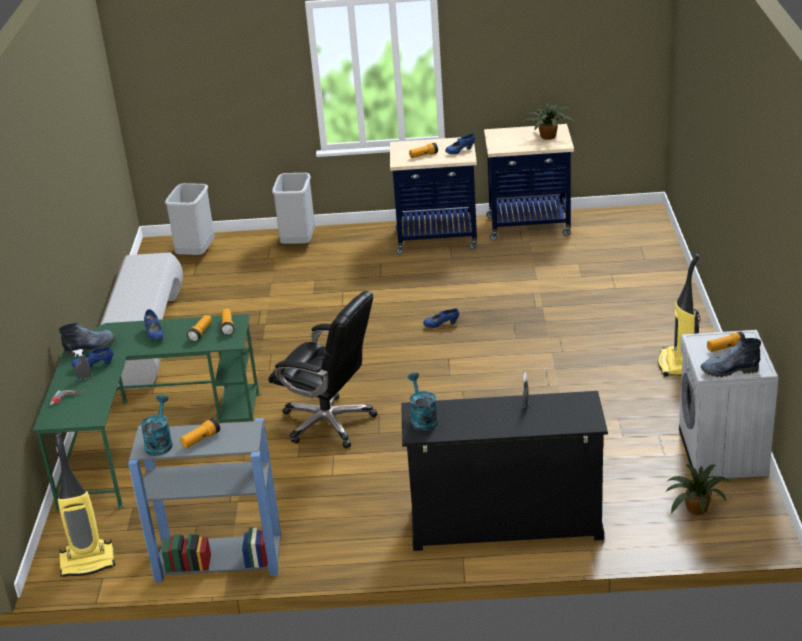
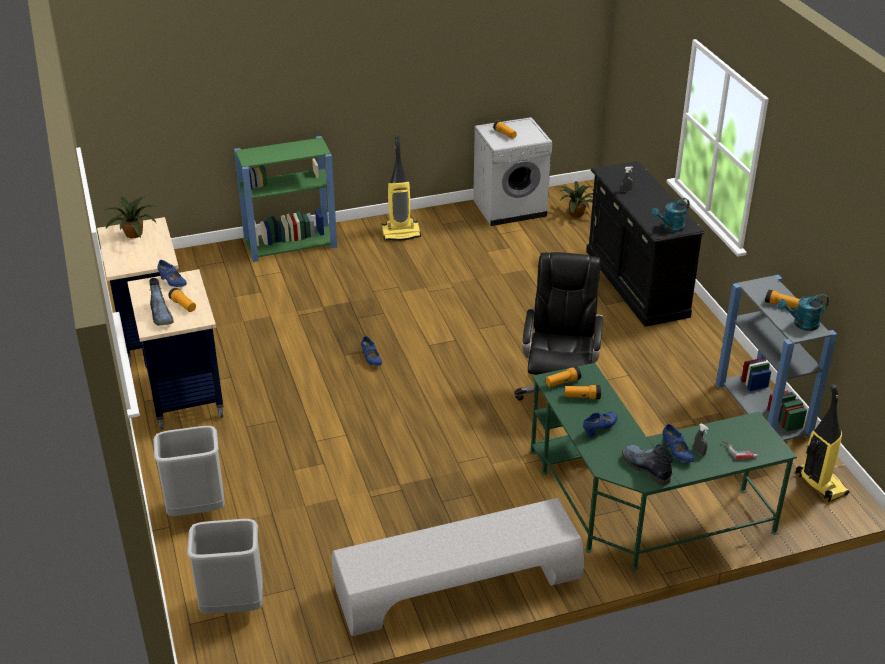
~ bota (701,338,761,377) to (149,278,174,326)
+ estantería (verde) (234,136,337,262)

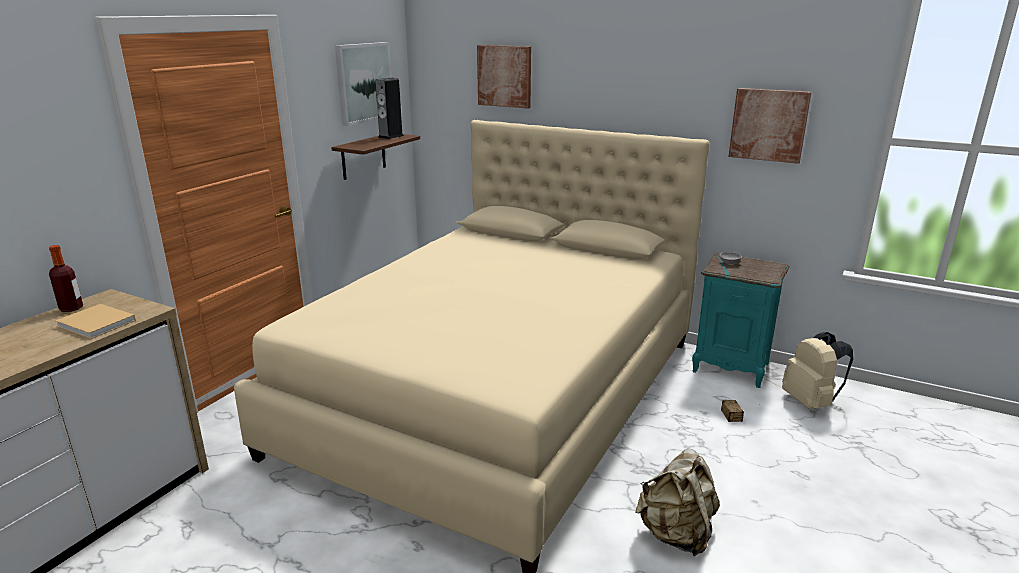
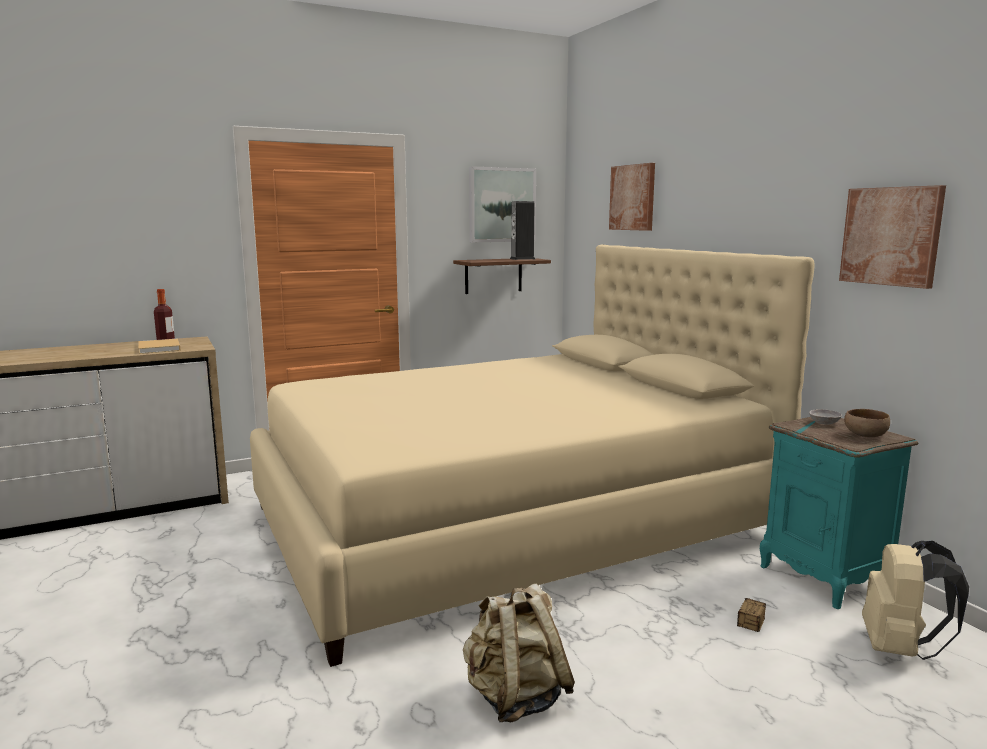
+ cuenco (marrón) (844,409,890,437)

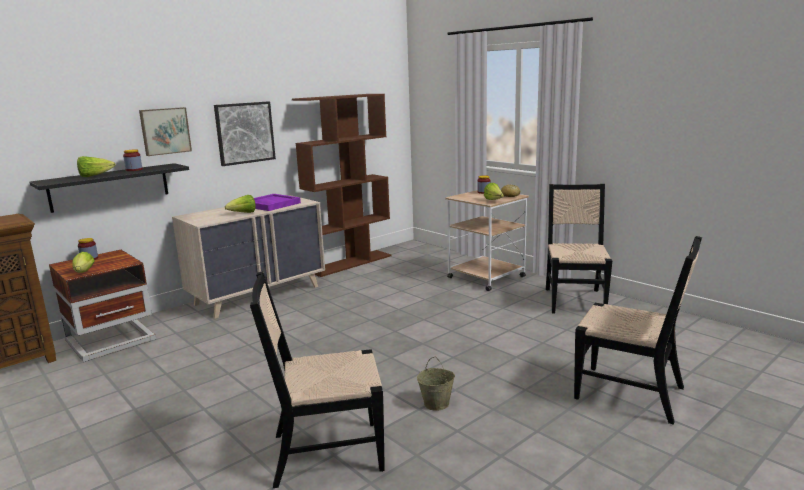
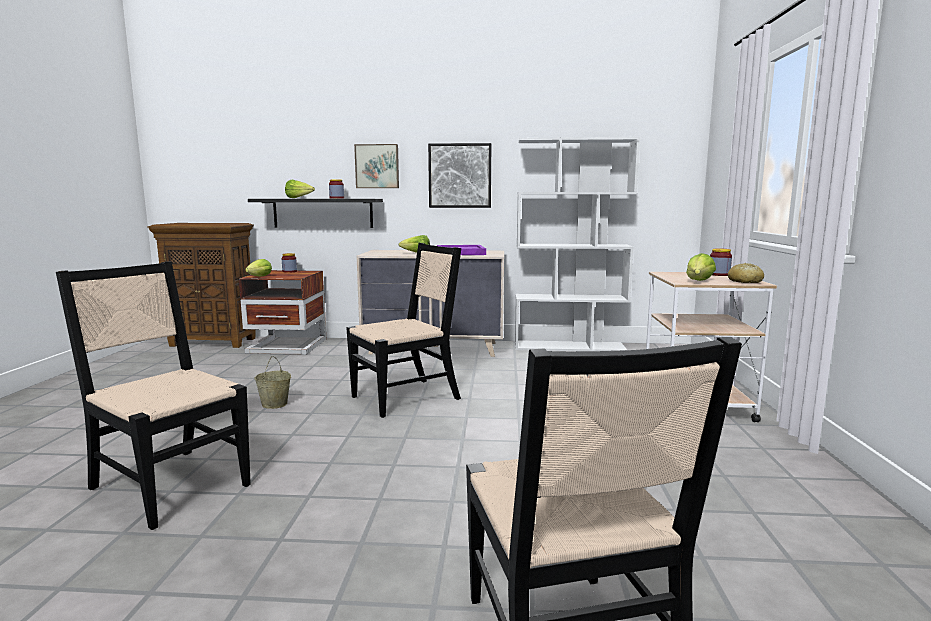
~ estantería (marrón) (292,94,392,277) to estantería (blanco) (515,137,640,351)
~ cubo (beis) (417,357,455,411) to (254,356,291,409)
~ silla (546,184,612,314) to (346,243,461,418)

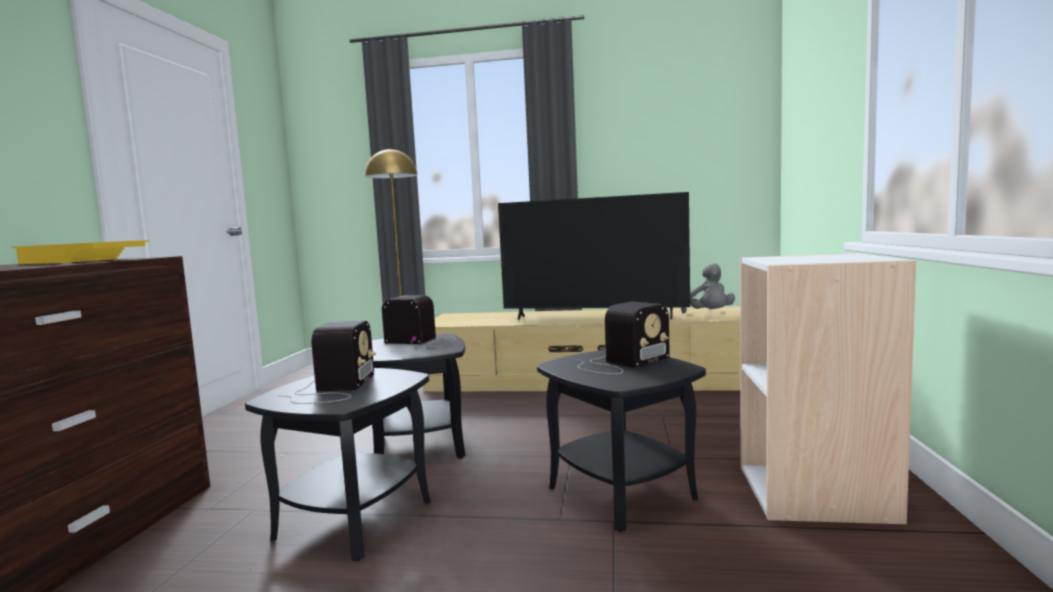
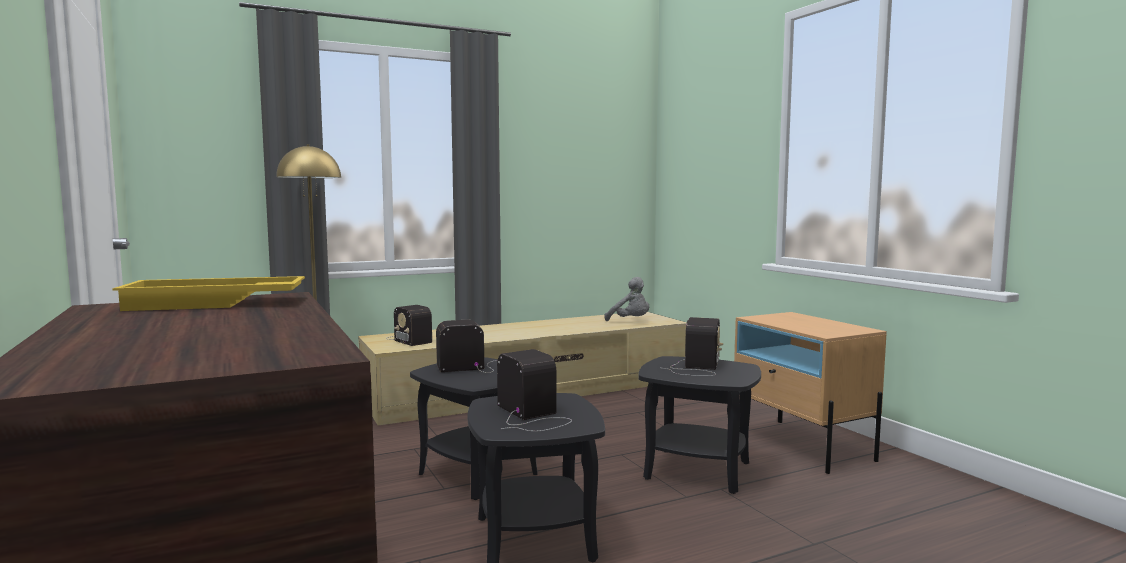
- televisor (498,192,690,320)
~ estantería (740,253,916,524) to mesita de noche (beis) (734,312,887,474)
+ radio (386,305,432,346)

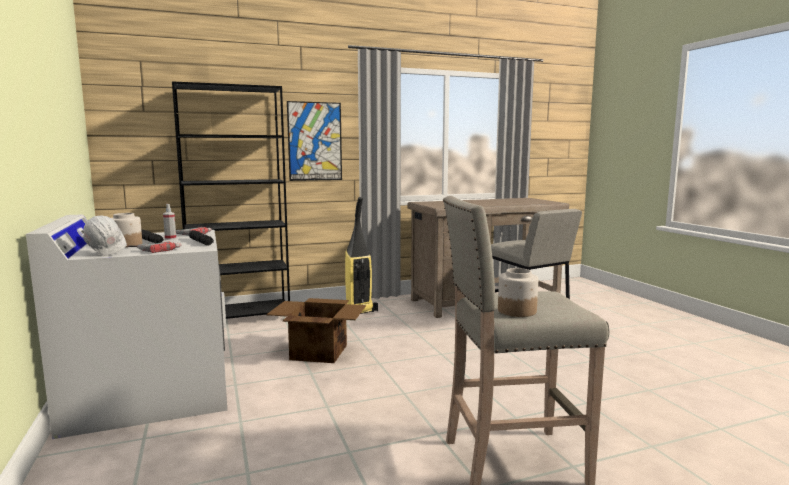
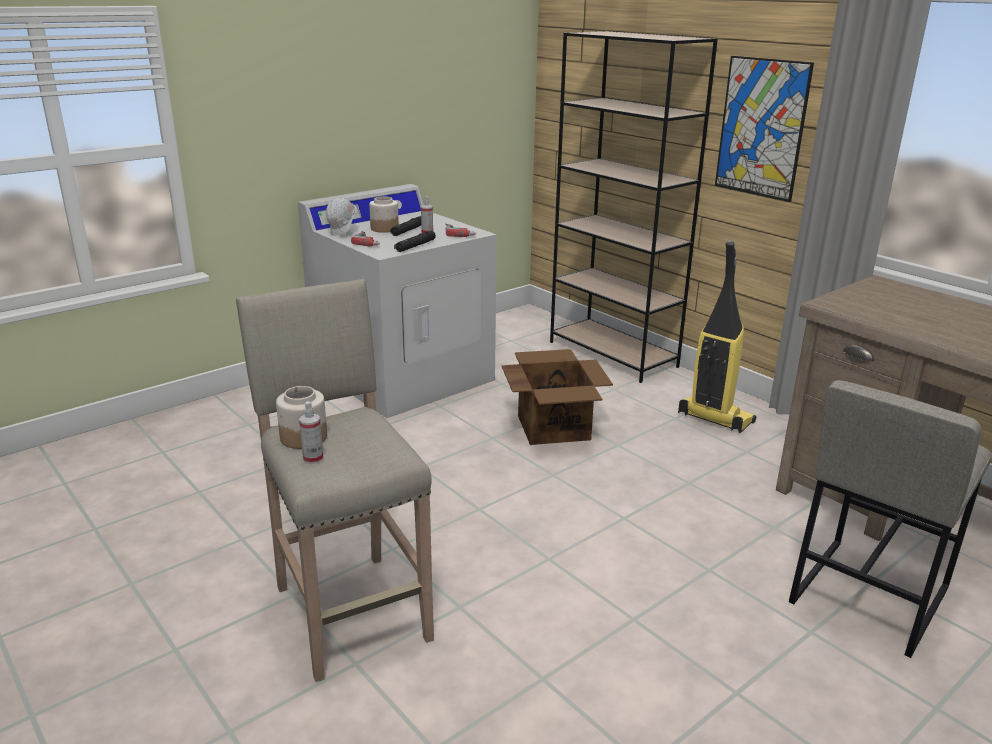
~ estantería (negro) (172,81,290,319) to estantería (beis) (550,31,718,383)
+ pulverizador (299,401,324,464)

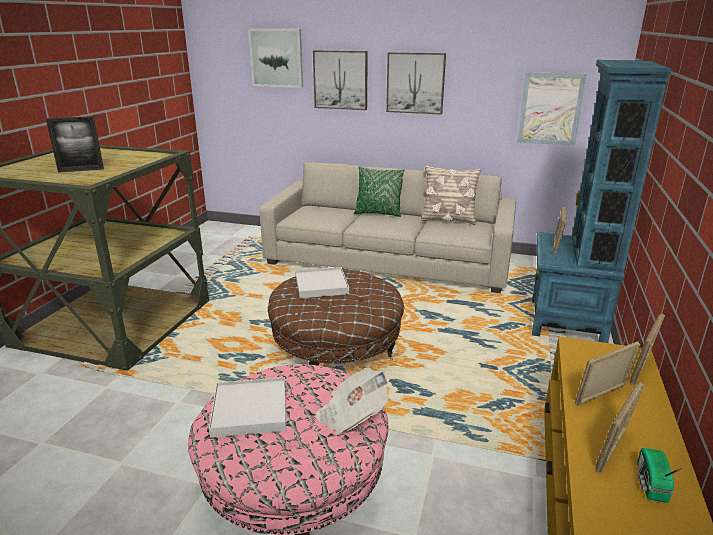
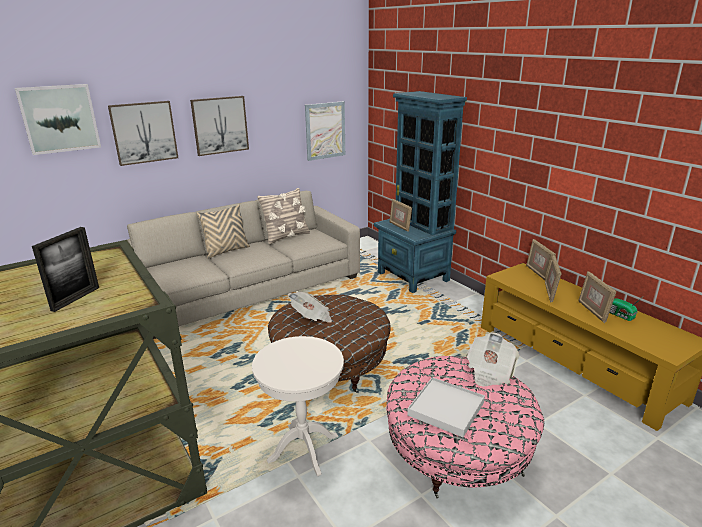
~ bandeja (blanco) (295,267,349,298) to periódico (288,292,332,323)
~ cojín (verde) (354,166,405,217) to cojín (beis) (197,204,250,259)
+ mesa auxiliar (blanco) (252,336,344,476)

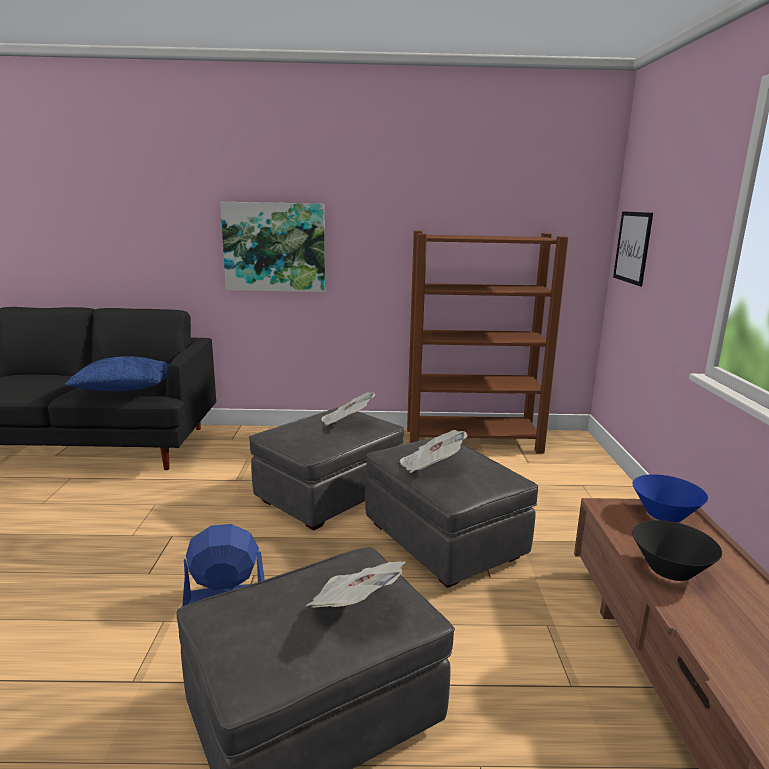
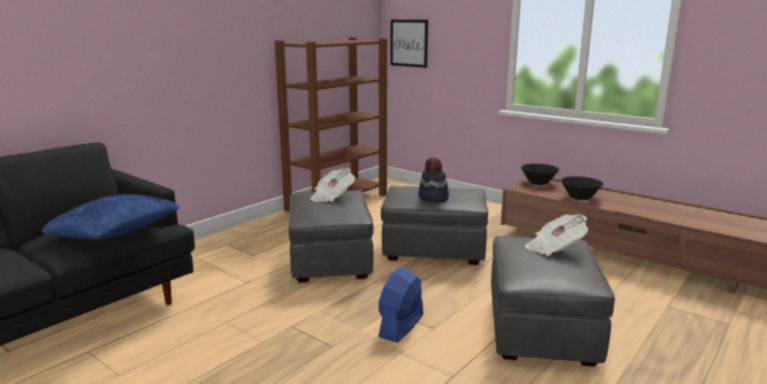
- cuadro (220,202,325,292)
~ periódico (399,430,467,473) to sombrero (418,157,449,203)
~ cuenco (azul) (632,474,708,522) to cuenco (negro) (521,164,559,185)

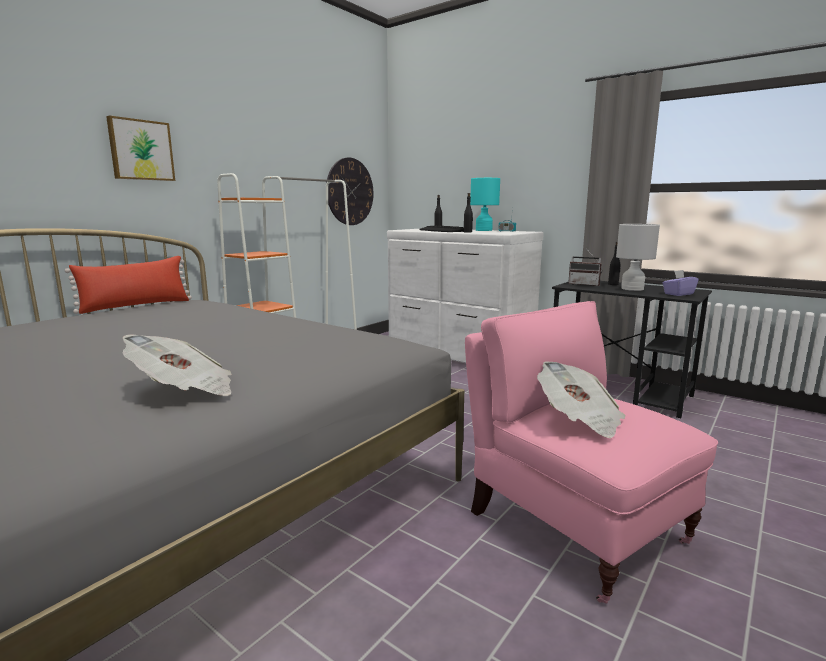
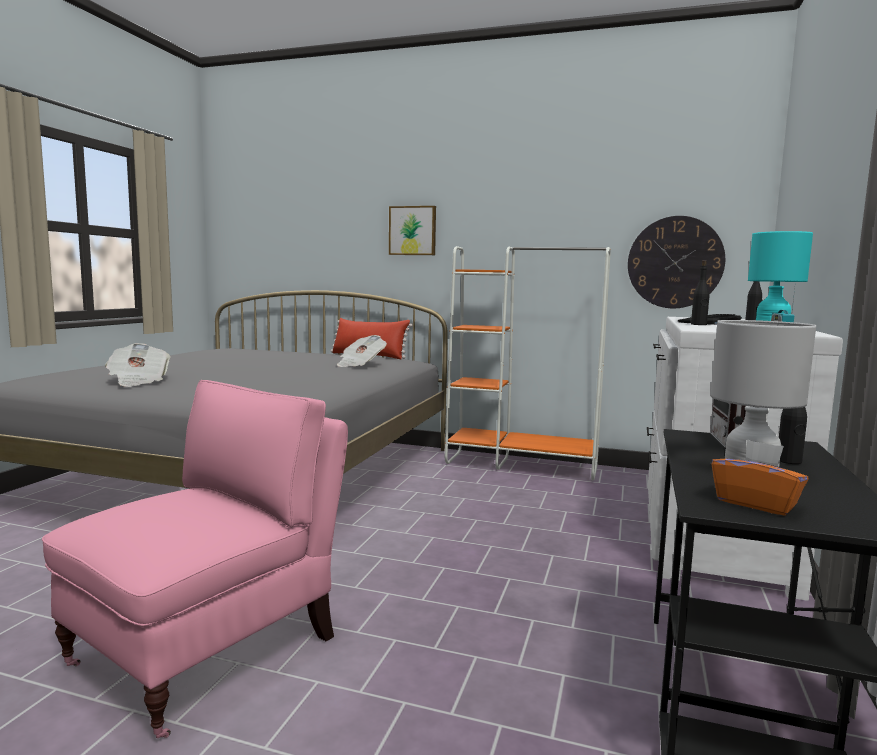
~ periódico (537,362,625,438) to (337,335,387,367)
~ caja de pañuelos (morado) (662,270,699,296) to caja de pañuelos (naranja) (712,439,808,516)

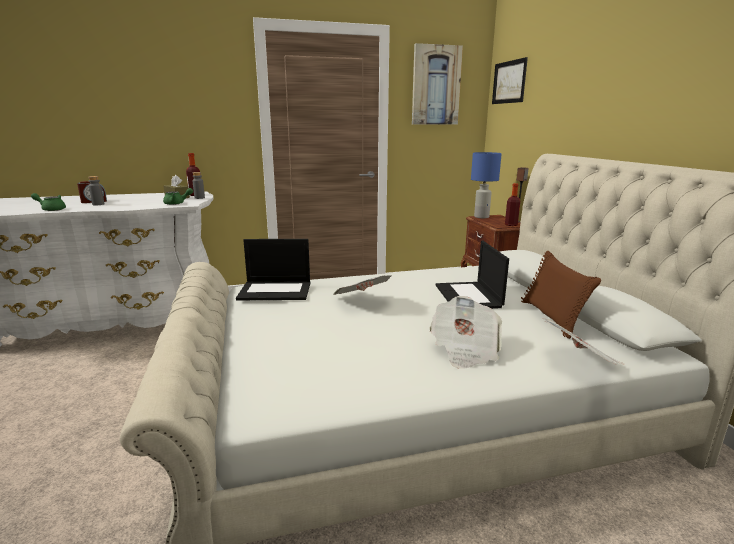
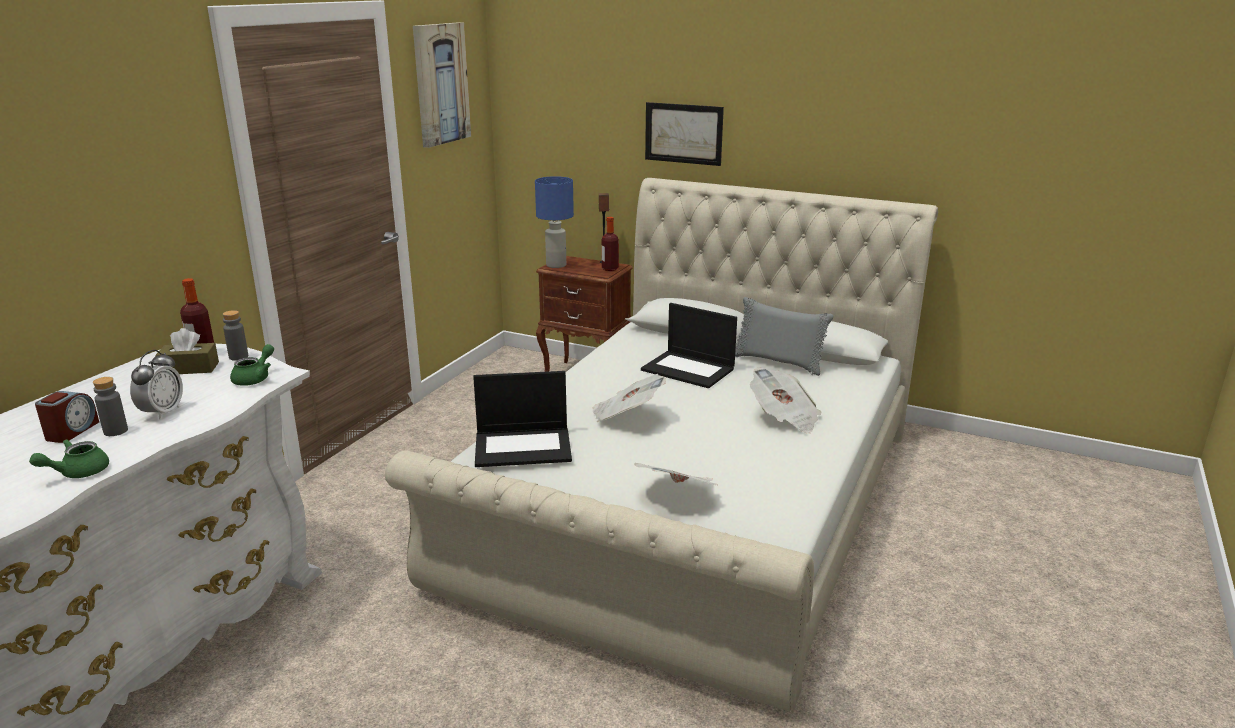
~ portátil (236,239,310,300) = (473,371,572,467) 45 degrees clockwise
~ cuadro (492,57,528,104) to (645,102,724,166)
~ cojín (marrón) (521,251,601,339) to cojín (gris) (735,297,833,376)
~ periódico (544,319,624,365) to (634,463,718,486)
+ despertador (130,350,183,419)

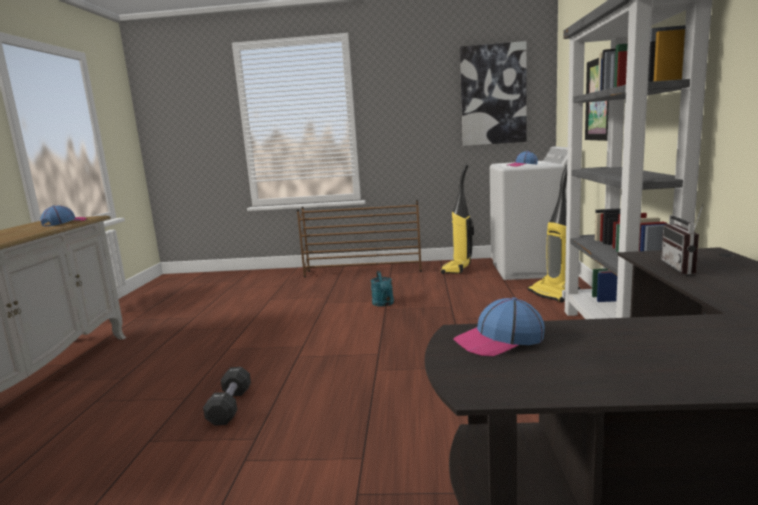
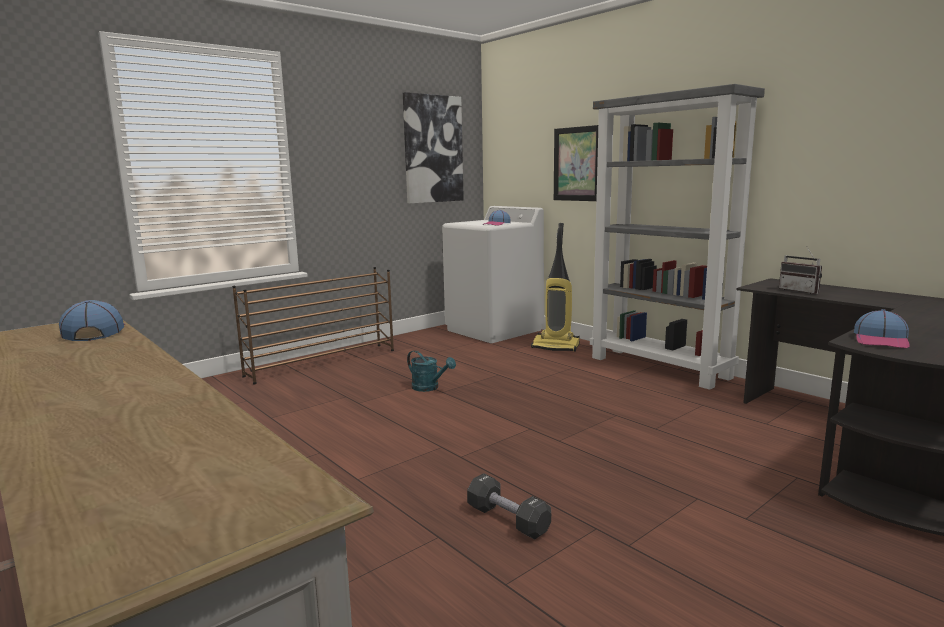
- aspiradora (440,164,474,274)

